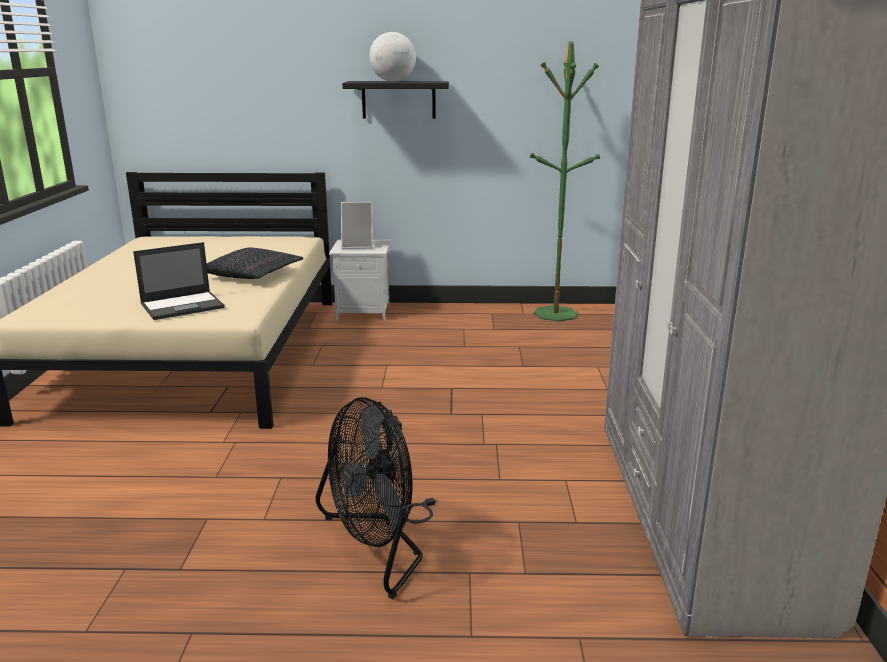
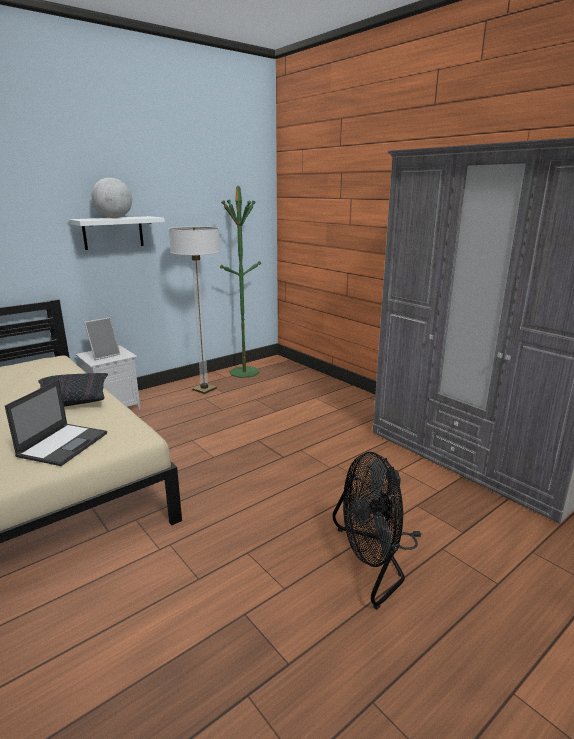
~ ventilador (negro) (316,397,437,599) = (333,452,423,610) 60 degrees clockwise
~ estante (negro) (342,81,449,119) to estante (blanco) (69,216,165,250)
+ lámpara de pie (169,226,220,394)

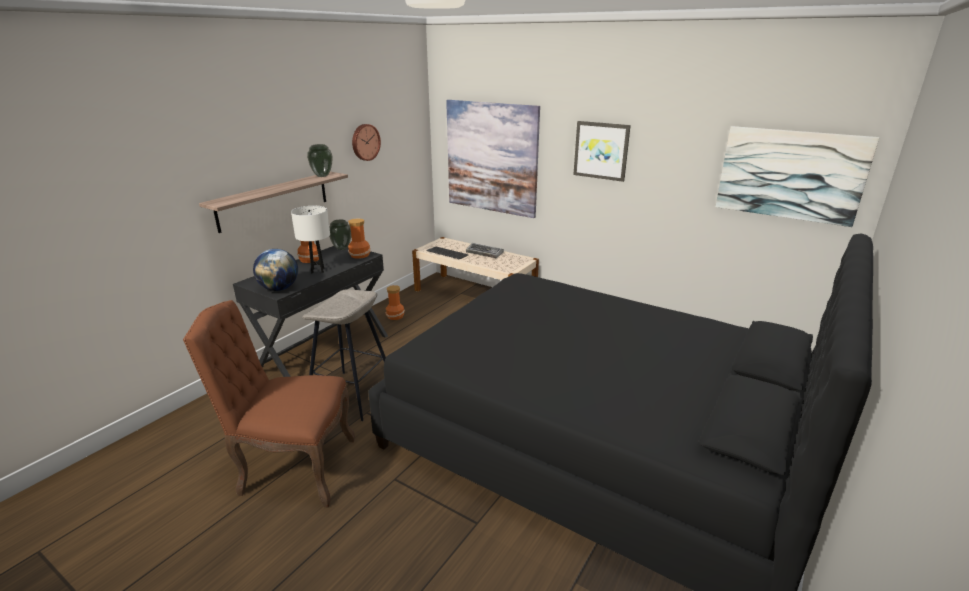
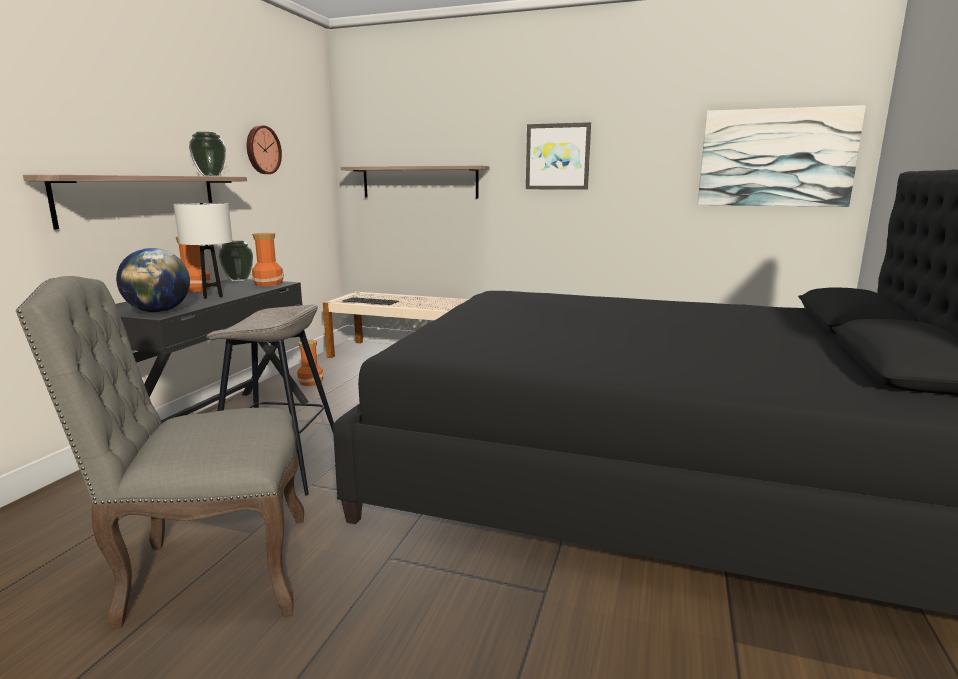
~ silla (marrón) (183,300,355,507) to silla (gris) (16,276,304,629)
~ cuadro (446,100,540,218) to estante (341,166,490,199)
- teclado (466,243,504,258)

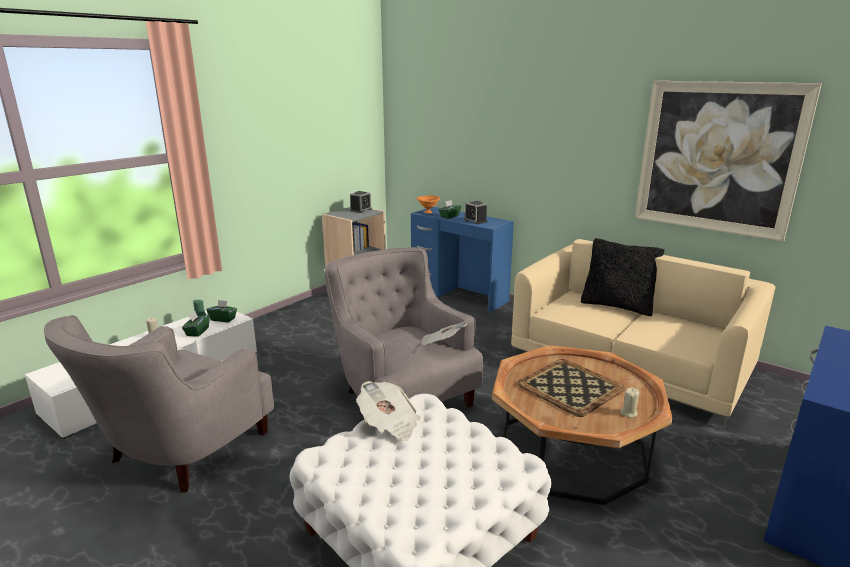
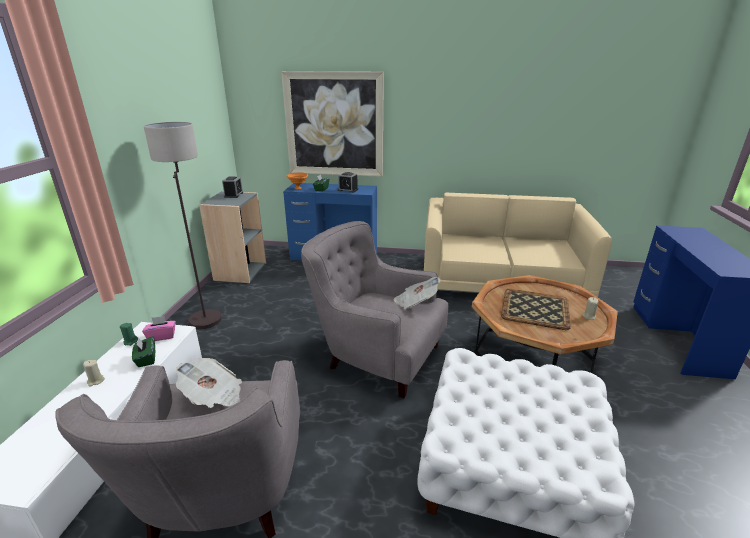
~ caja de pañuelos (verde) (207,300,237,322) to caja de pañuelos (rosa) (142,316,176,341)
~ periódico (356,381,421,441) to (176,358,242,408)
- cojín (negro) (580,238,664,316)
~ cuadro (635,81,822,241) to (281,71,384,177)
+ lámpara de pie (gris) (144,122,222,329)

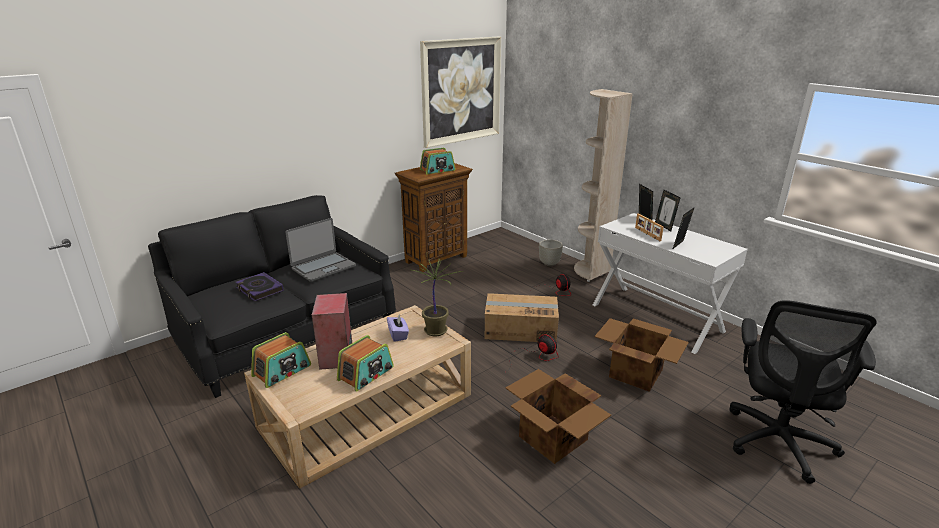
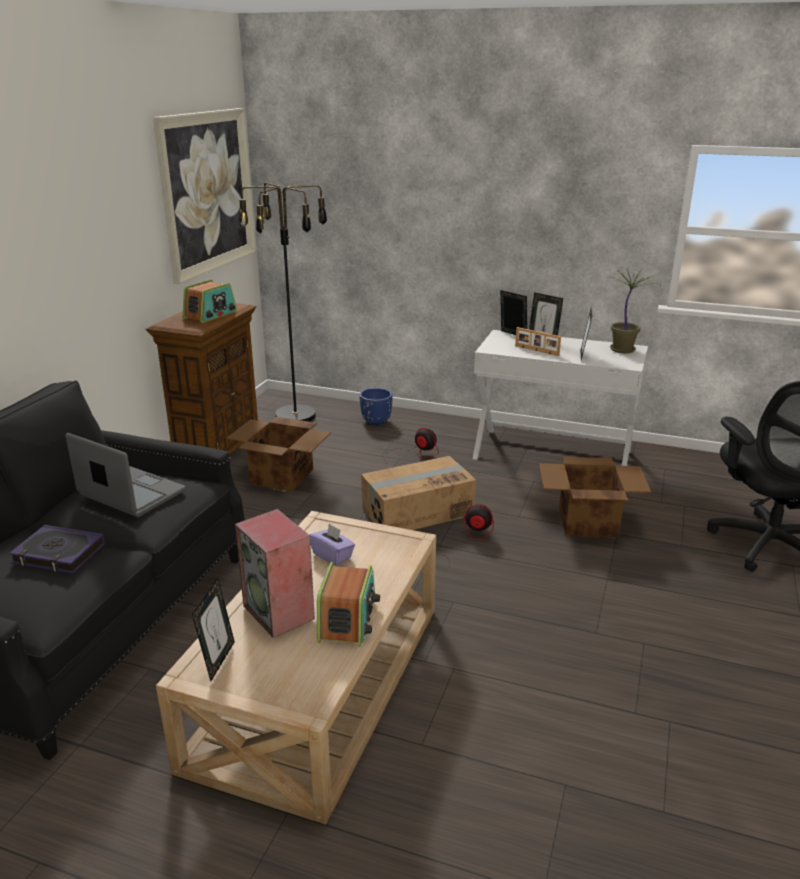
~ radio (251,332,311,388) to portarretratos (192,578,235,681)
~ portátil (285,218,356,282) = (65,433,186,517) 75 degrees counterclockwise
~ planta en maceta (409,258,462,337) to (605,268,661,353)
~ caja de cartón (505,369,611,464) to (226,417,331,492)
~ maceta (gris) (539,239,563,266) to maceta (azul) (359,388,393,425)
- estantería (beis) (574,89,633,282)
+ lámpara de pie (239,182,327,422)

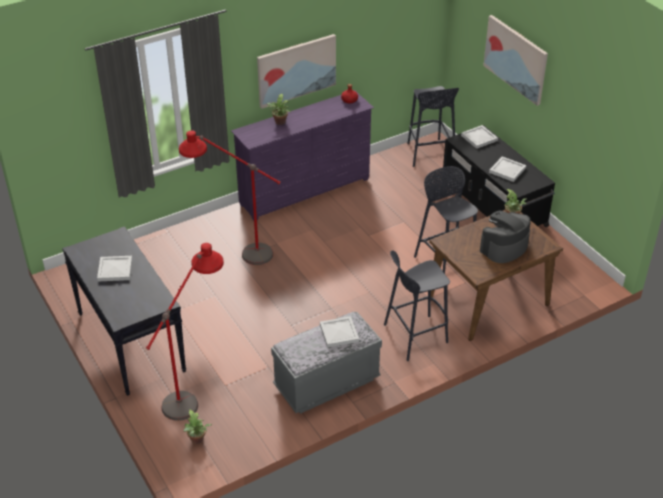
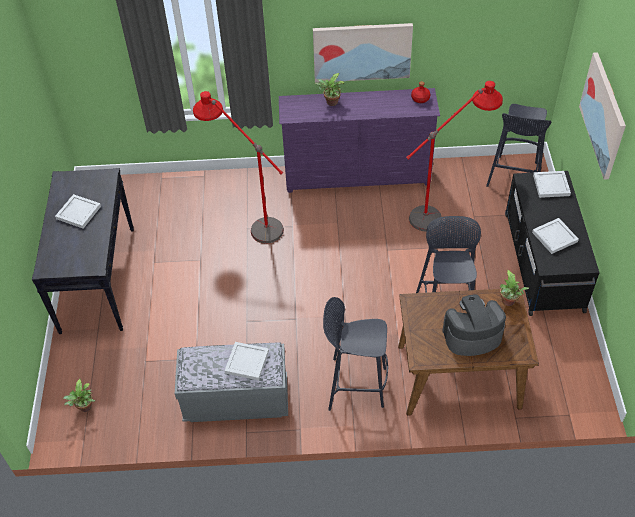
~ lámpara de pie (rojo) (146,243,224,421) to (406,81,503,232)

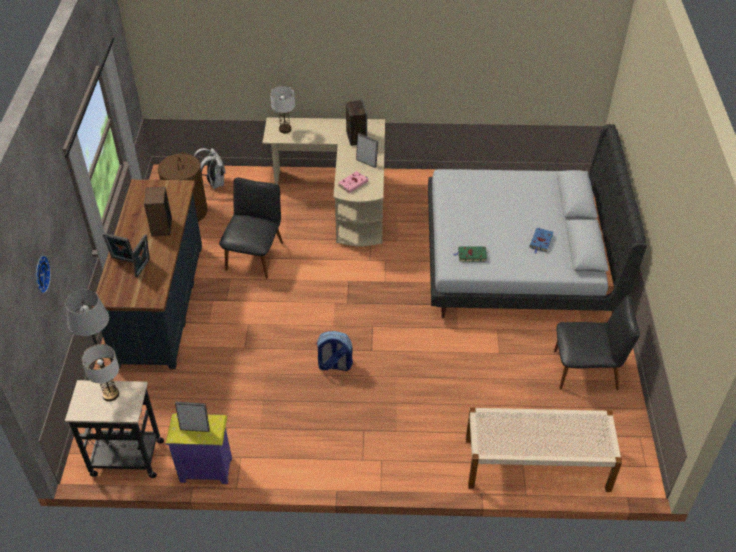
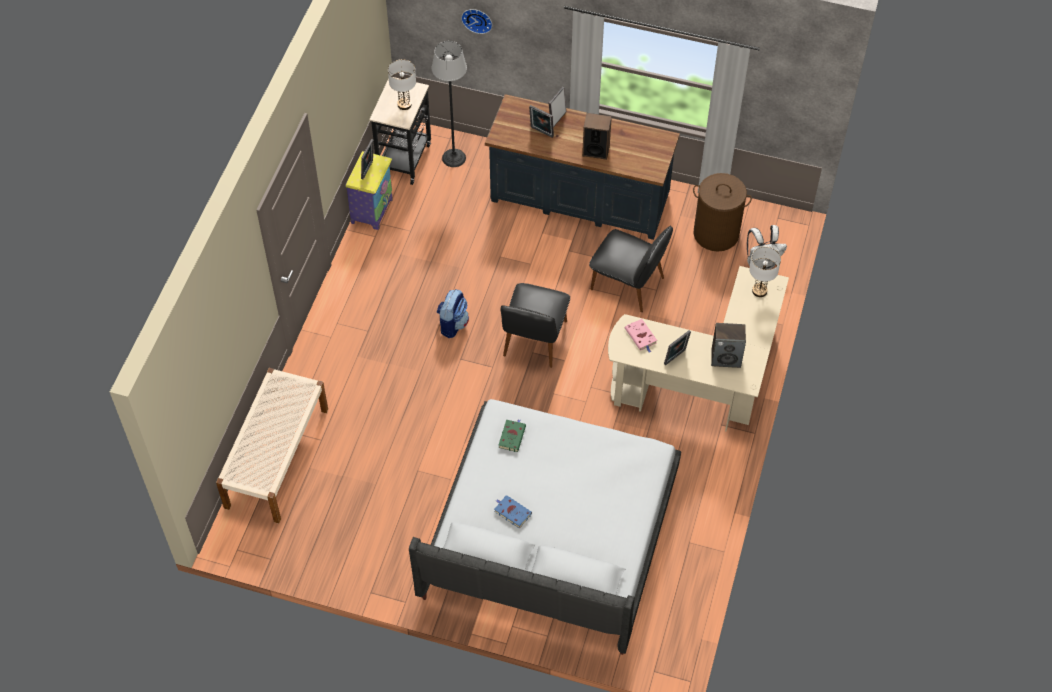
~ silla (negro) (554,295,640,390) to (501,283,570,368)

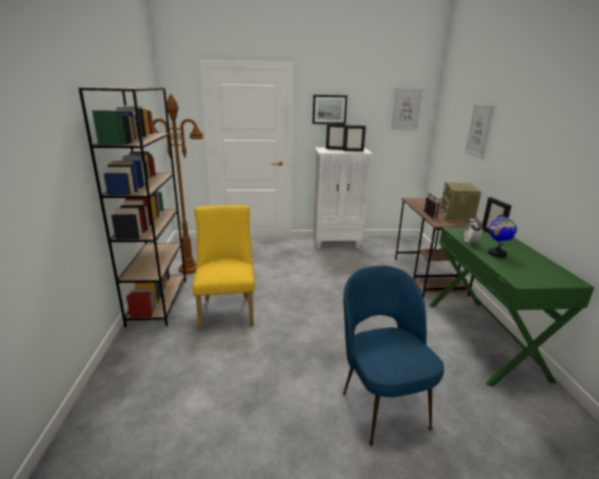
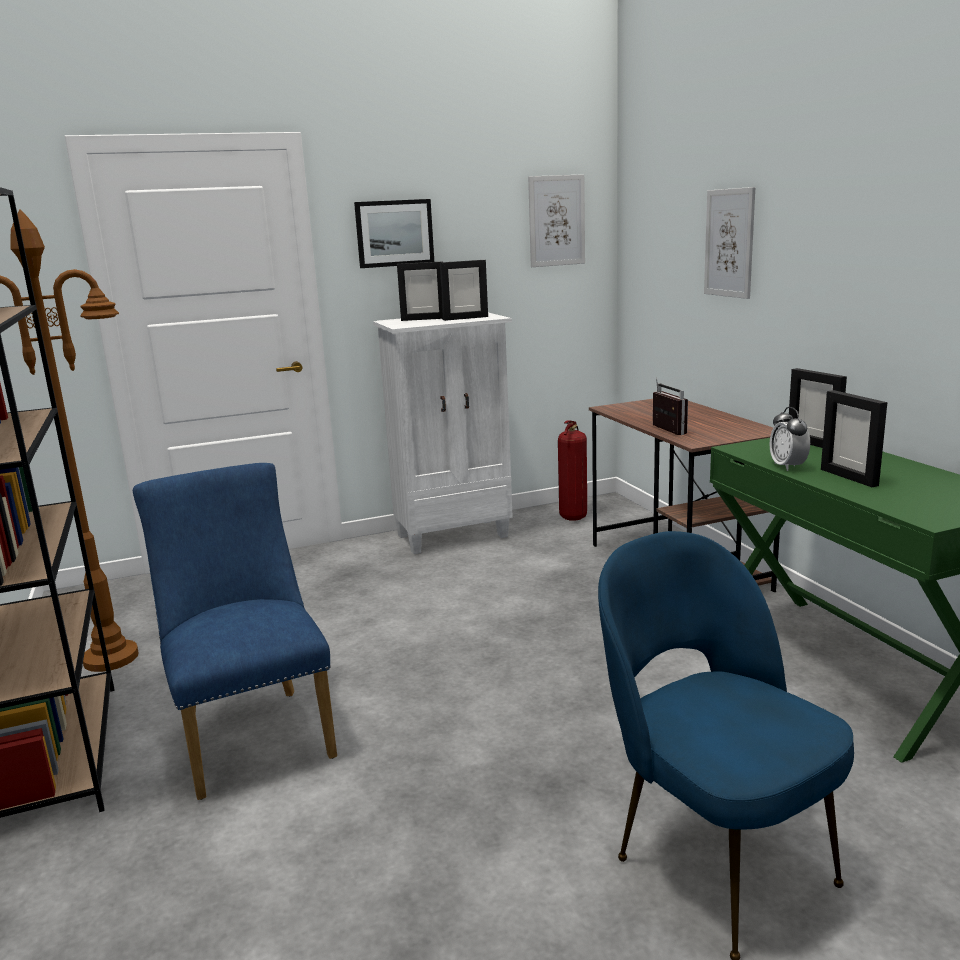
~ silla (amarillo) (193,205,255,330) to silla (azul) (133,463,337,800)
- radio (440,182,481,222)
~ globo terráqueo (488,213,517,257) to portarretratos (821,390,887,487)
+ extintor (558,420,587,521)

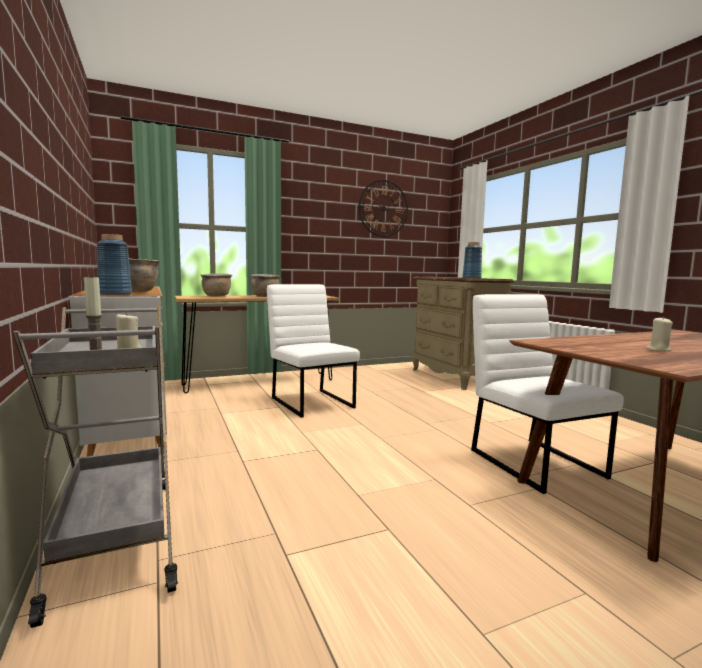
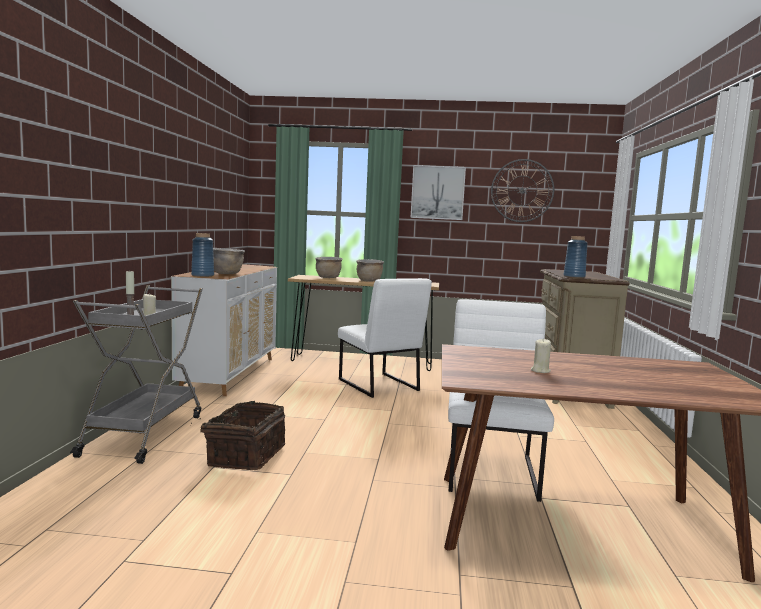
~ silla (blanco) (267,284,360,418) = (338,278,432,398) 150 degrees clockwise
+ cesta (191,401,285,470)
+ cuadro (410,165,466,220)

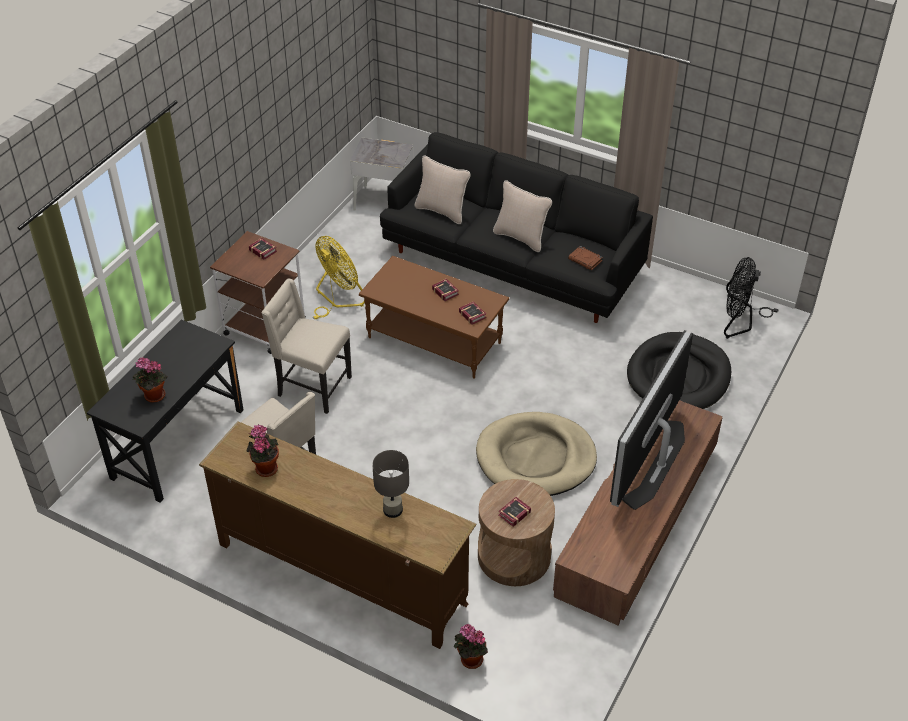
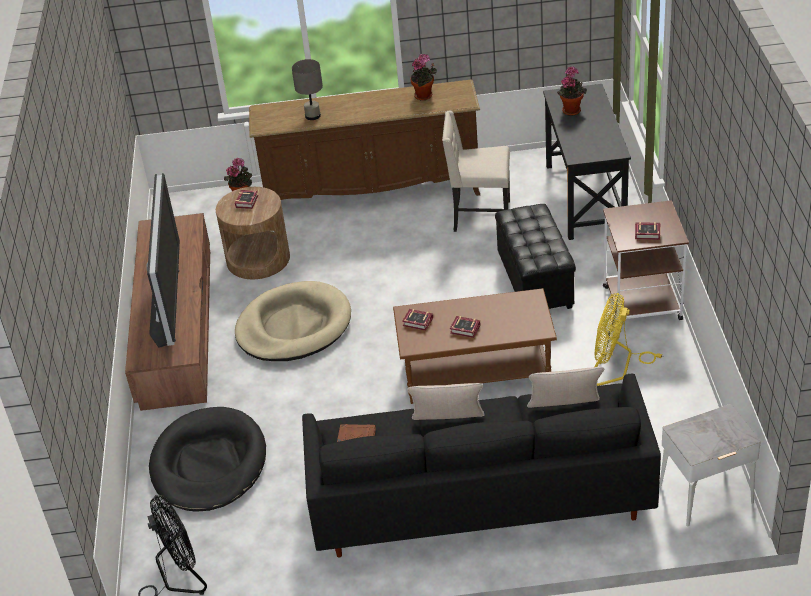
~ silla (beis) (261,279,352,414) to puf (negro) (495,204,576,309)
~ ventilador (amarillo) (314,236,364,319) = (594,293,662,386) 90 degrees clockwise

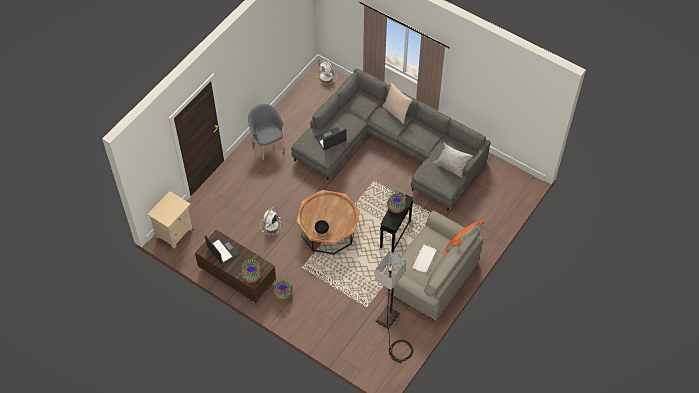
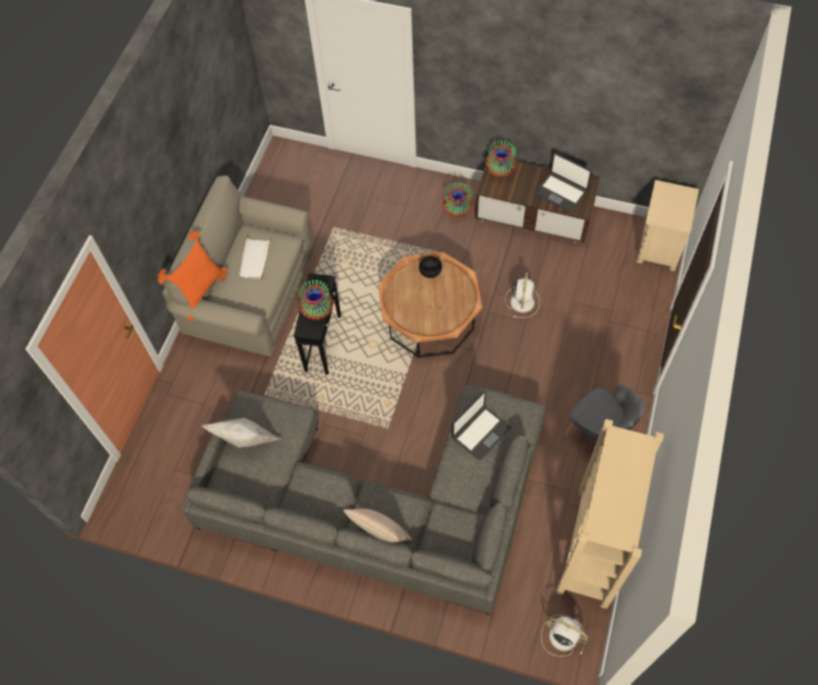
- lámpara de pie (375,251,413,364)
+ estantería (beis) (556,419,664,609)

